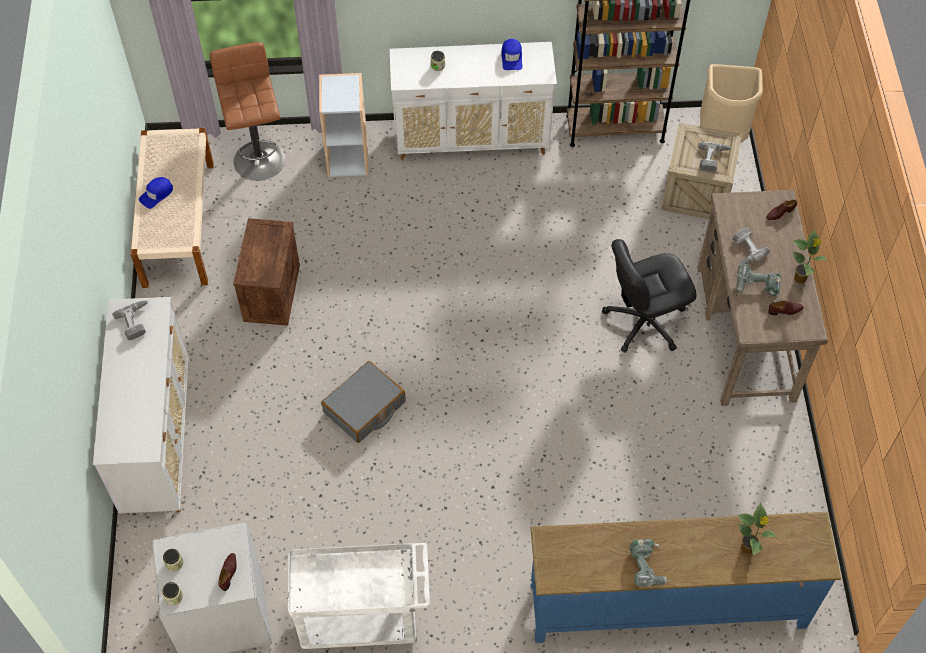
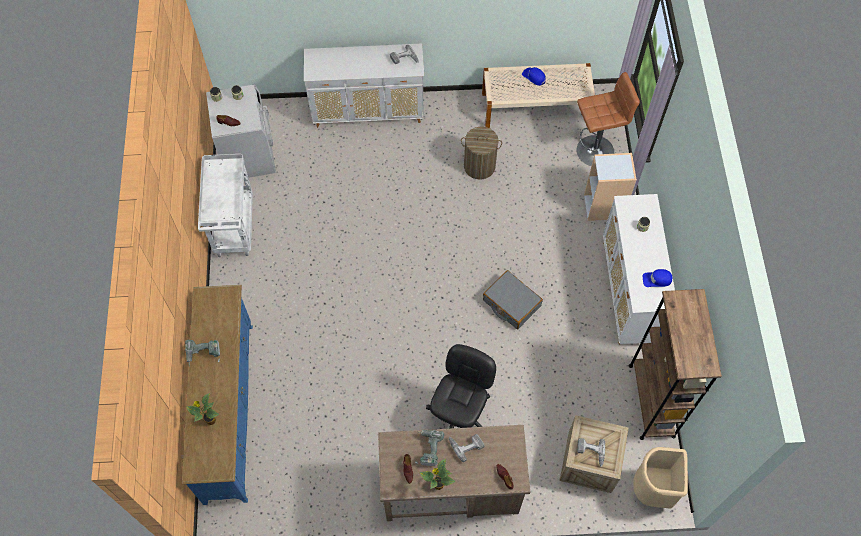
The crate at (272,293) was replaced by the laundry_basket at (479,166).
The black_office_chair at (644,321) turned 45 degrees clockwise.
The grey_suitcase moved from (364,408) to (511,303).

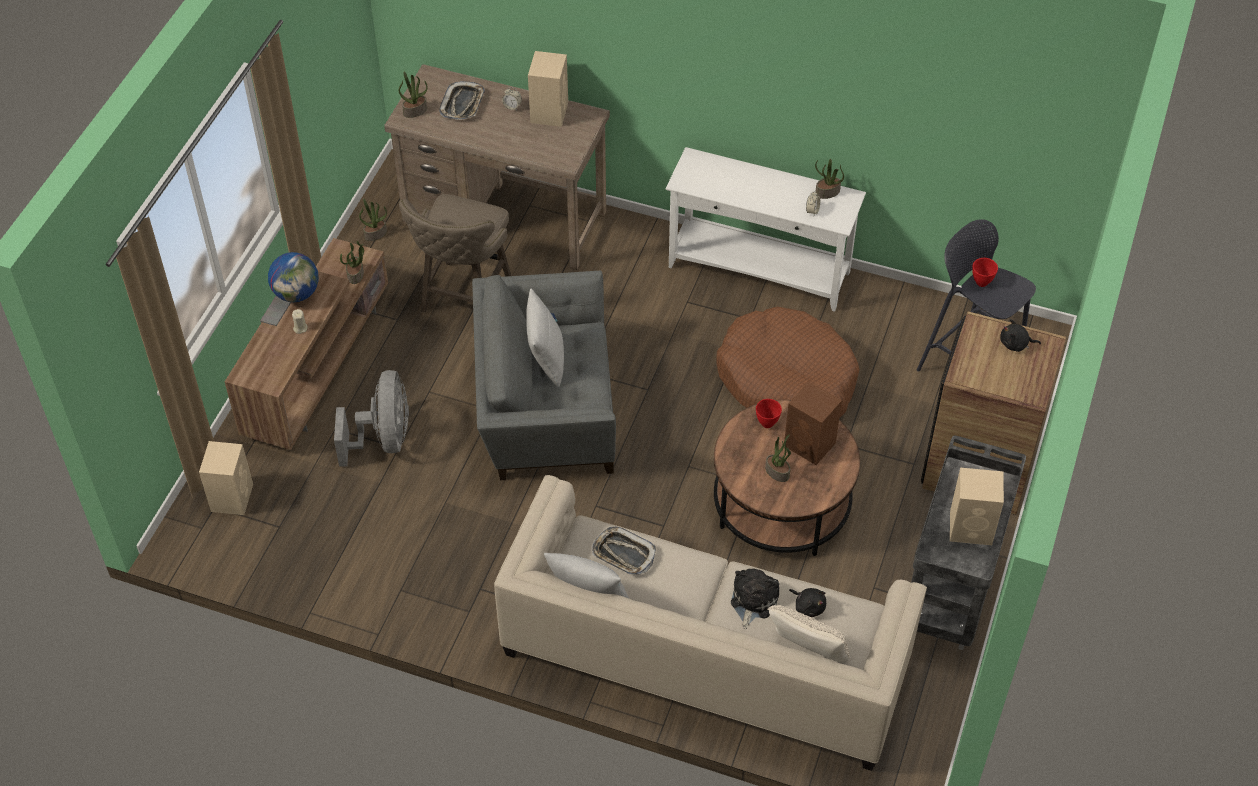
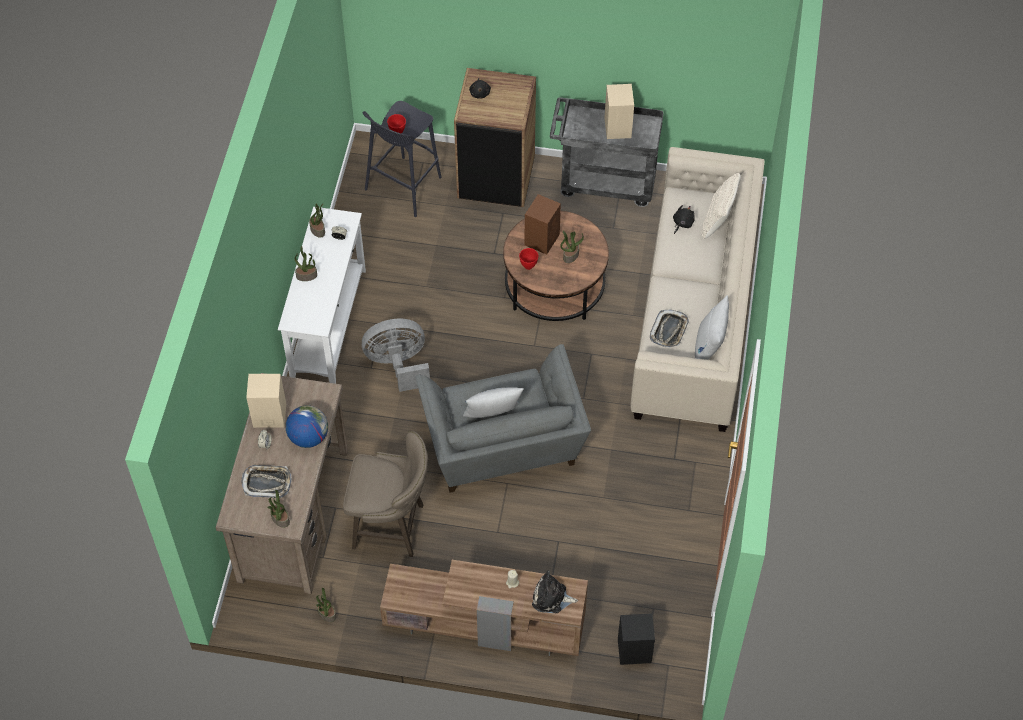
The potted_plant moved from (356,274) to (307,275).
The globe moved from (297,293) to (308,437).
The brown_dog_bed at (786,380) disappeared.
The grey_fan moved from (384,439) to (398,365).
The beige_speaker at (232,497) became the black_speaker at (633,651).
The plush_toy moved from (752,601) to (551,598).

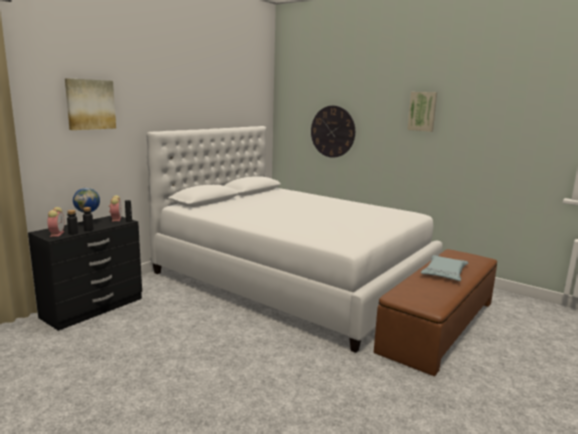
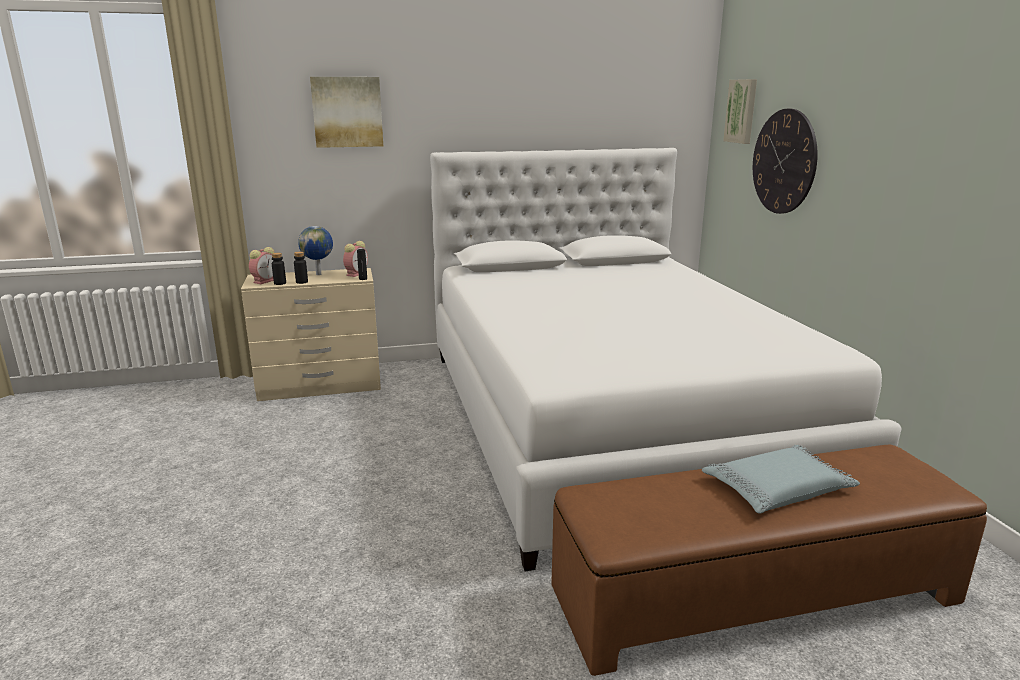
The picture moved from (422,111) to (742,111).
The black_dresser at (94,308) became the beige_dresser at (321,386).

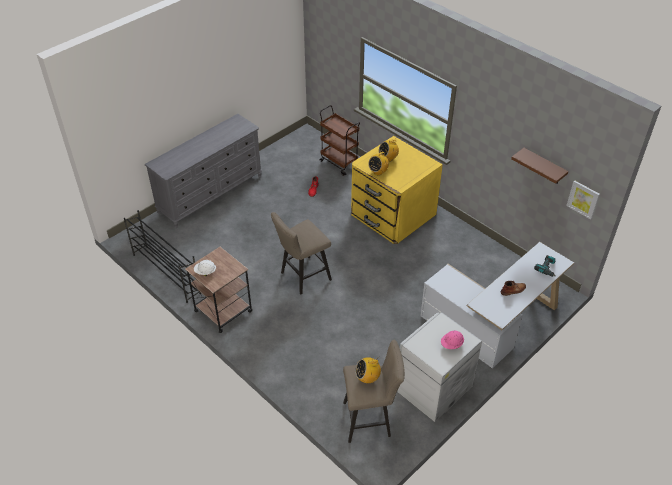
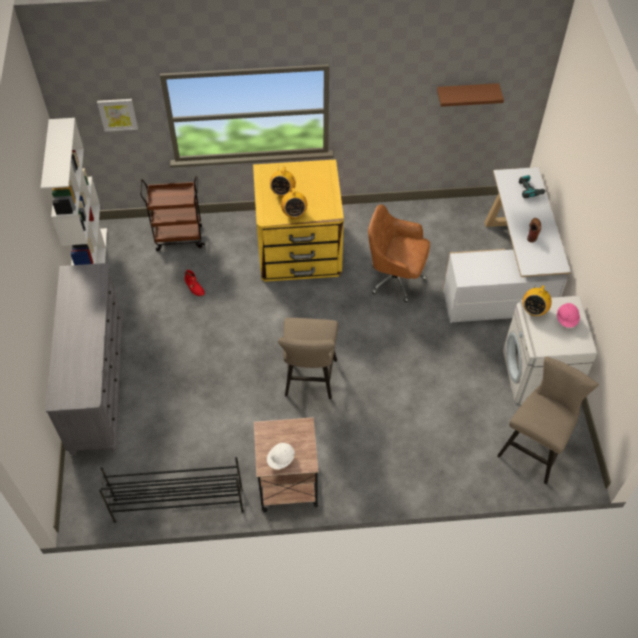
The picture moved from (583,199) to (118,114).
The radio moved from (367,378) to (534,310).
The white_bookcase at (93,261) appeared.
The brown_office_chair at (396,278) appeared.

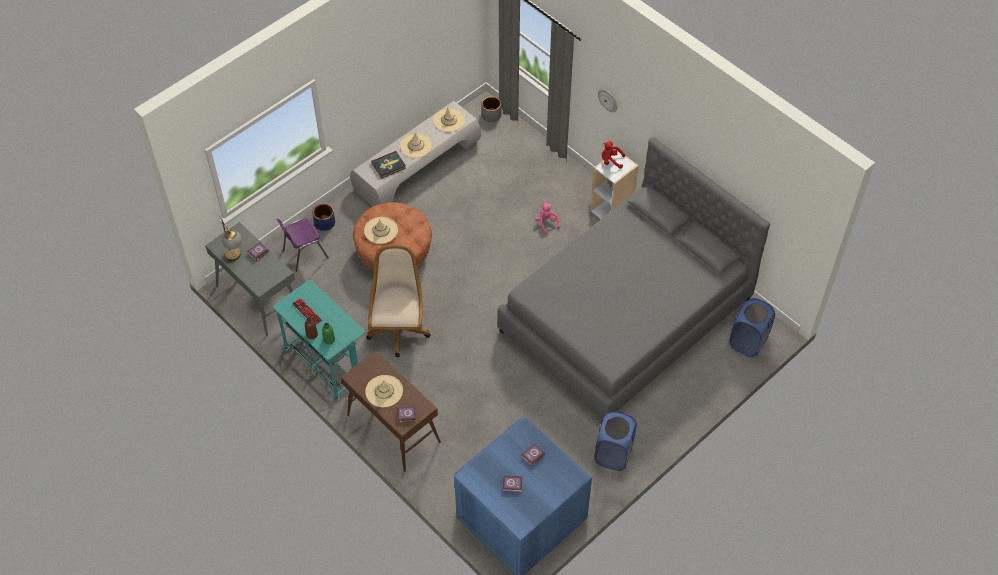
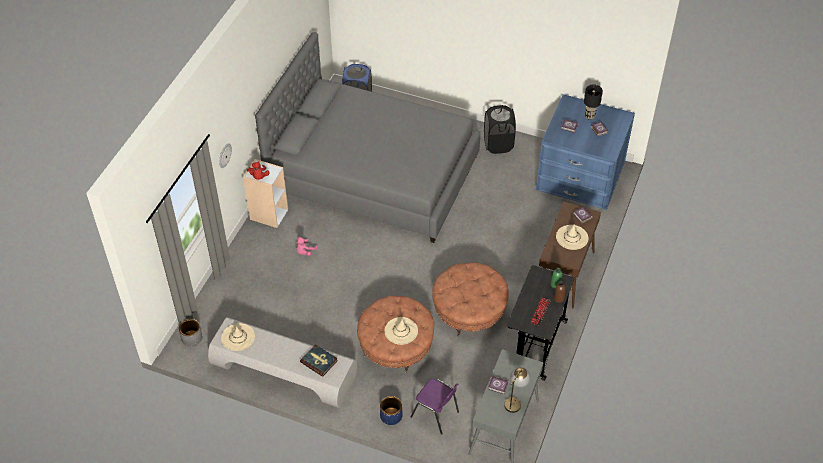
The beige_hat at (416,146) disappeared.
The office_chair at (398,325) was replaced by the brown_ottoman at (469,310).
The turquoise_desk at (326,362) became the black_desk at (535,345).
The blue_laundry_basket at (613,454) became the black_laundry_basket at (498,144).
The black_table_lamp at (589,116) appeared.

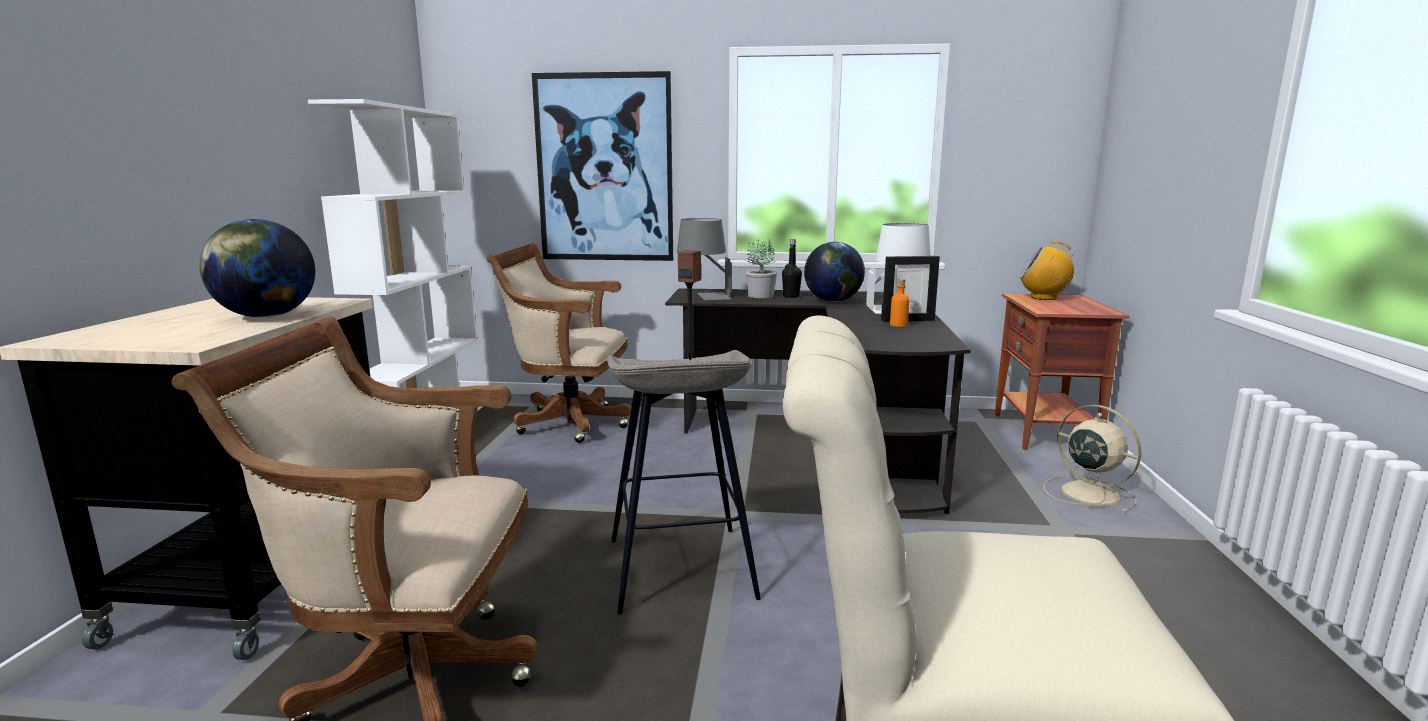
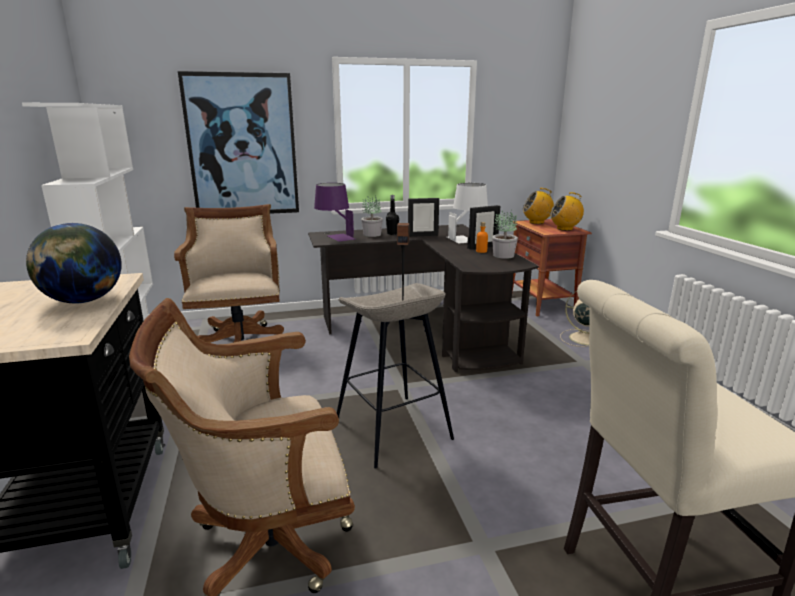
The grey_table_lamp at (704,296) became the purple_table_lamp at (335,238).
The globe at (833,301) was replaced by the picture_frame at (422,235).
The office_chair at (567,424) turned 90 degrees clockwise.
The radio at (565,229) appeared.
The potted_plant at (503,255) appeared.

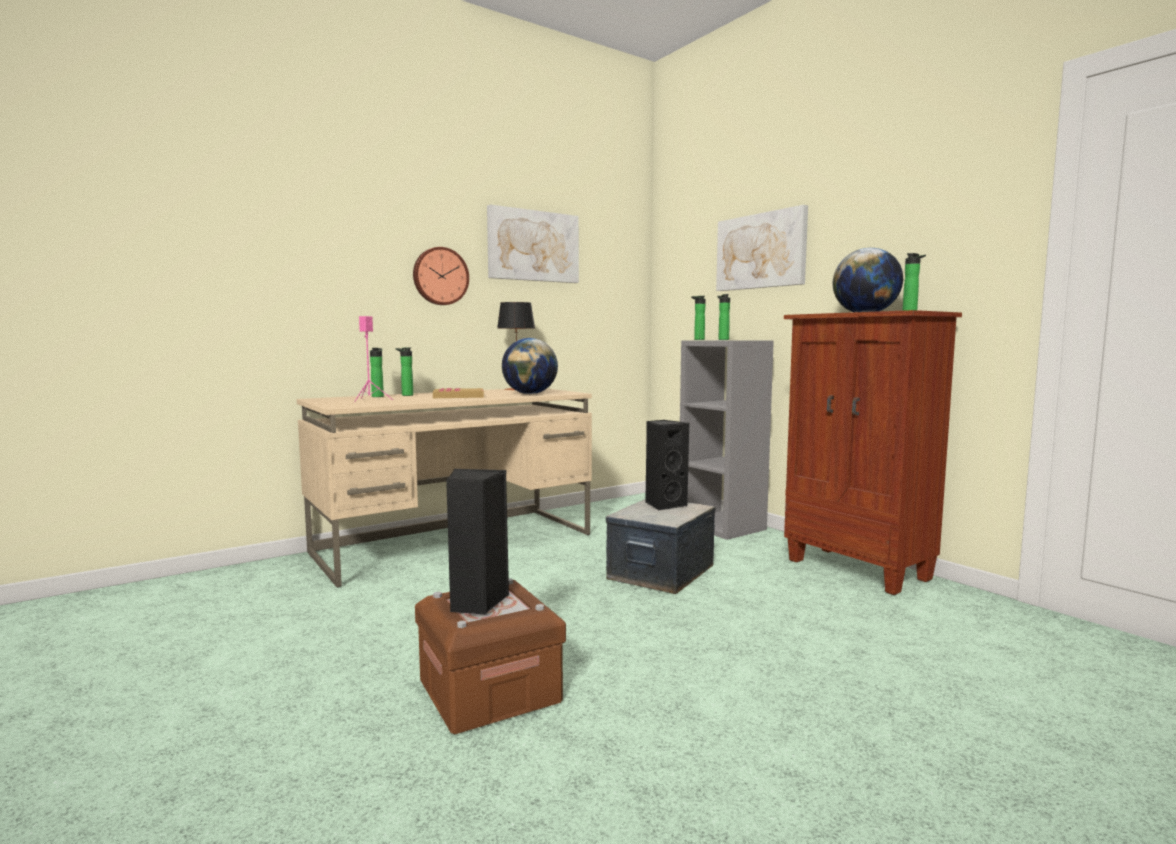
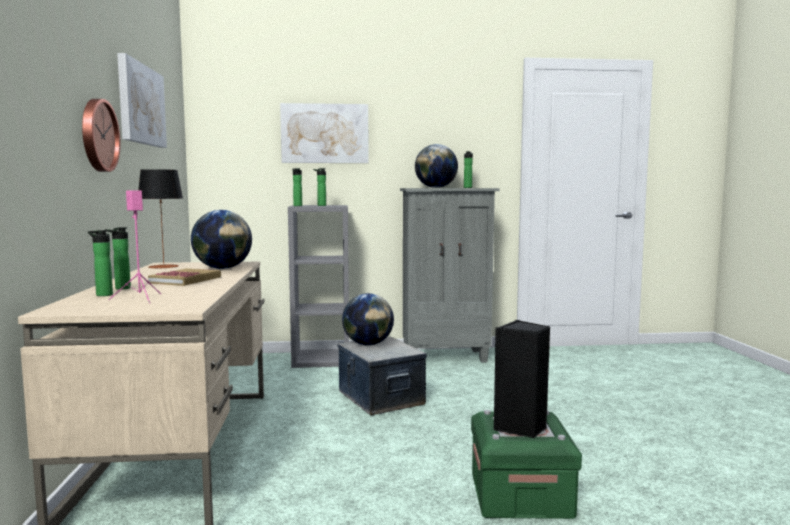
The brown_cabinet at (856,570) became the grey_cabinet at (445,357).
The black_speaker at (664,505) was replaced by the globe at (368,344).
The brown_storage_box at (489,691) became the green_storage_box at (520,495).

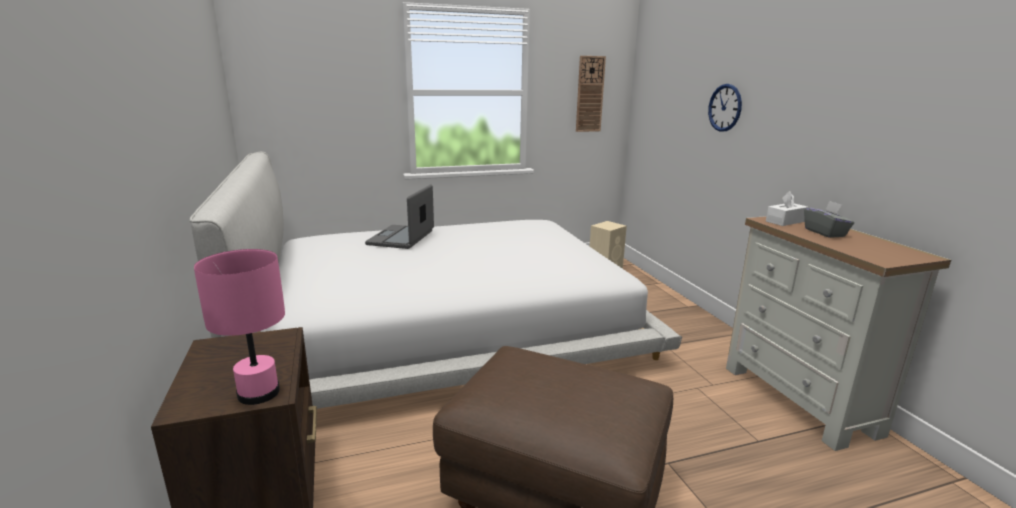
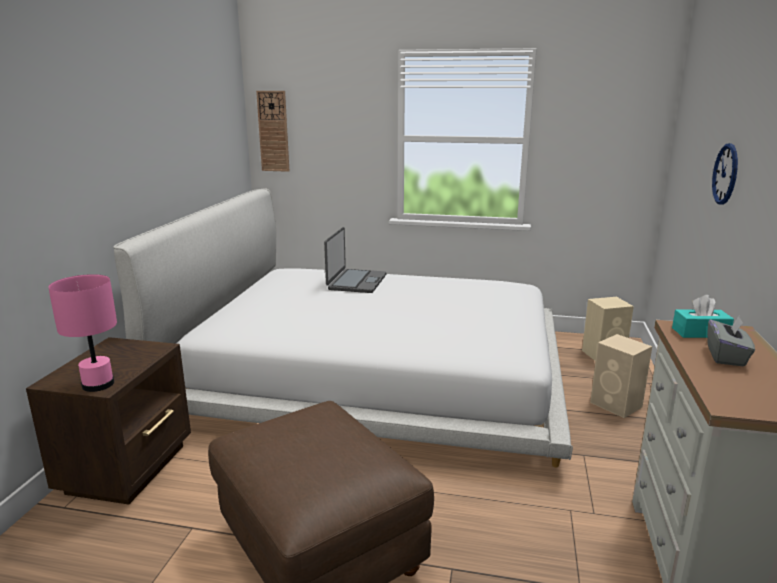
The wall_clock moved from (590,94) to (273,131).
The laptop at (402,238) turned 150 degrees clockwise.
The white_tissue_box at (785,221) became the turquoise_tissue_box at (700,333).
The beige_speaker at (617,405) appeared.

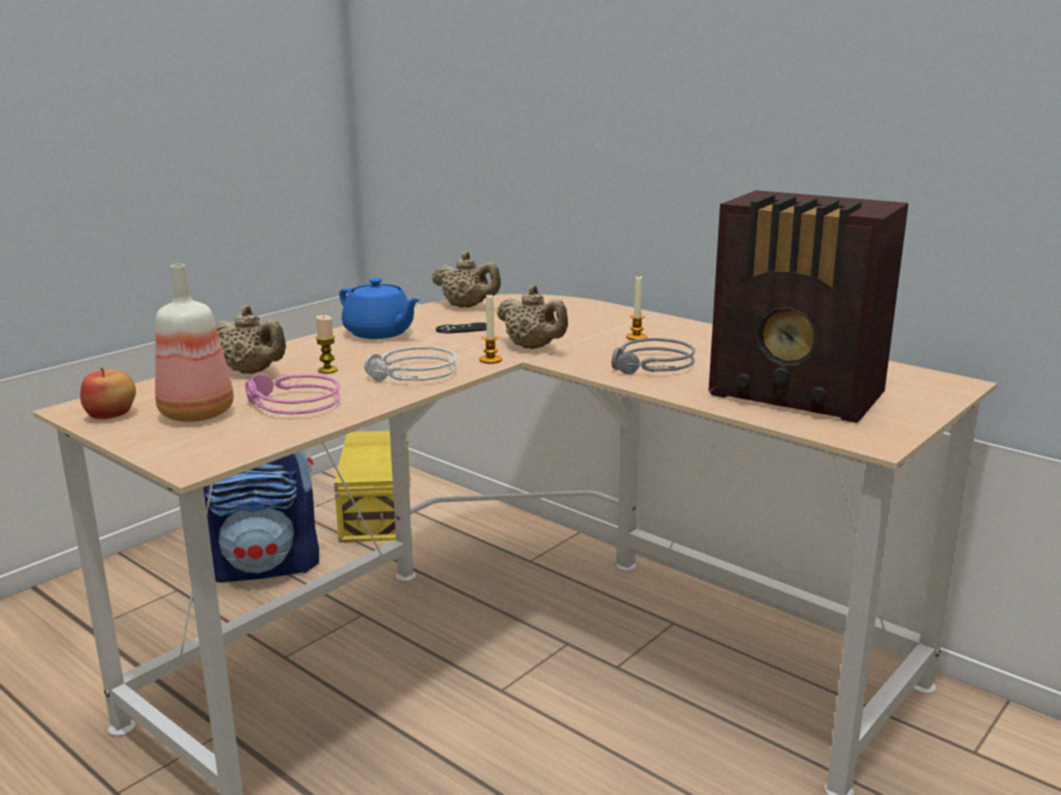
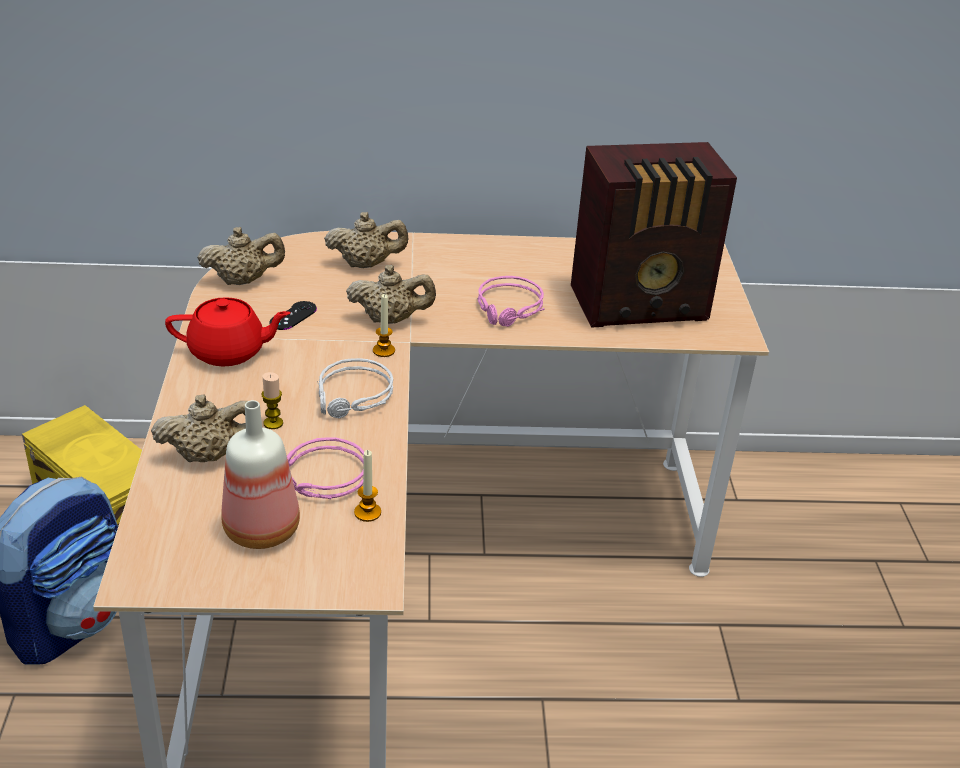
The candle moved from (636,337) to (367,512).
The blue_teapot at (379,333) became the red_teapot at (228,352).
The grey_headphones at (652,366) became the pink_headphones at (510,309).
The apple at (112,415) disappeared.
The beige_teapot at (366,264) appeared.

